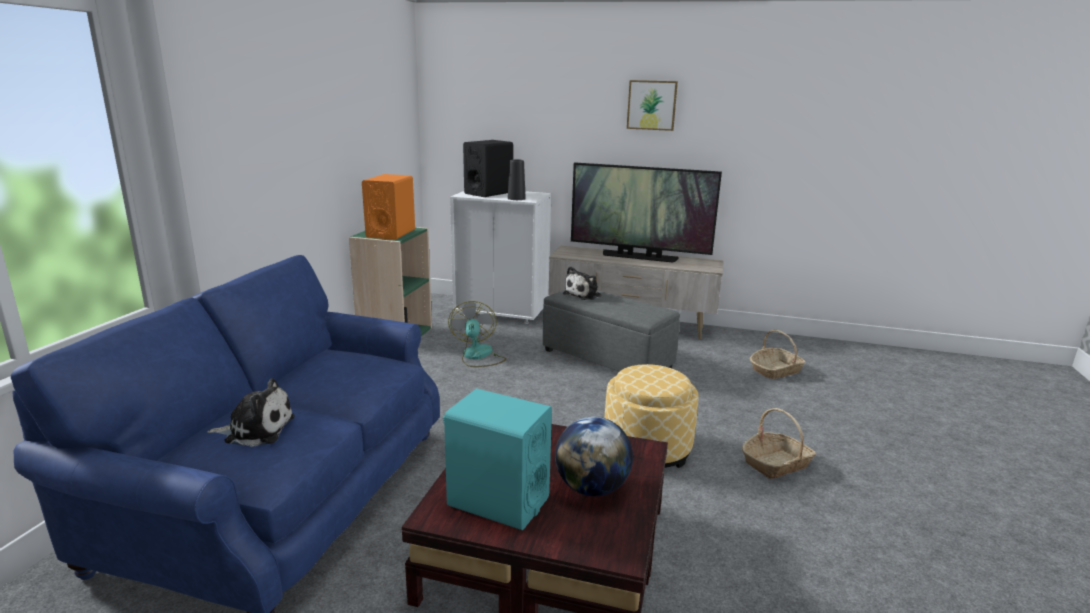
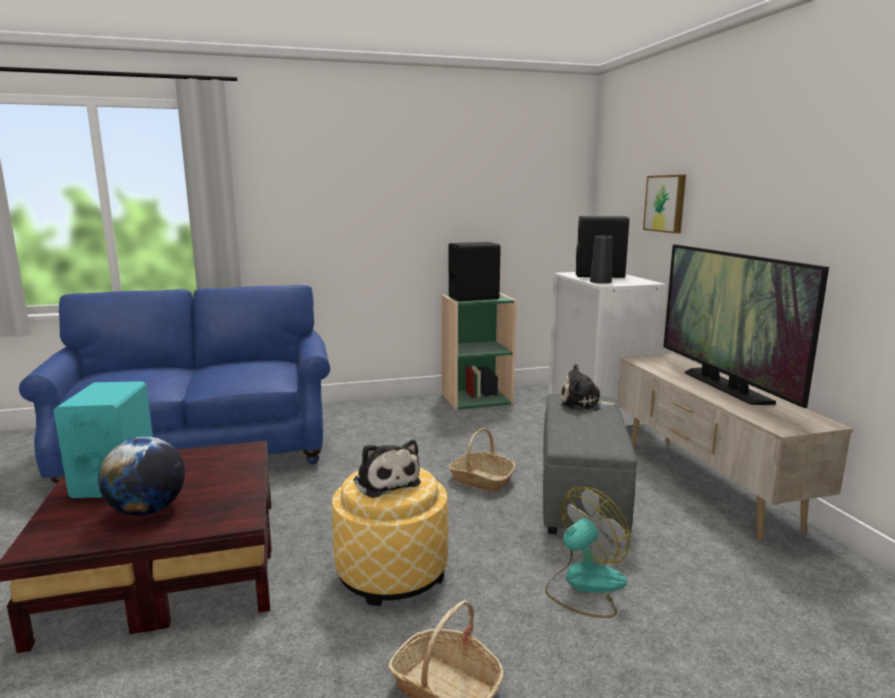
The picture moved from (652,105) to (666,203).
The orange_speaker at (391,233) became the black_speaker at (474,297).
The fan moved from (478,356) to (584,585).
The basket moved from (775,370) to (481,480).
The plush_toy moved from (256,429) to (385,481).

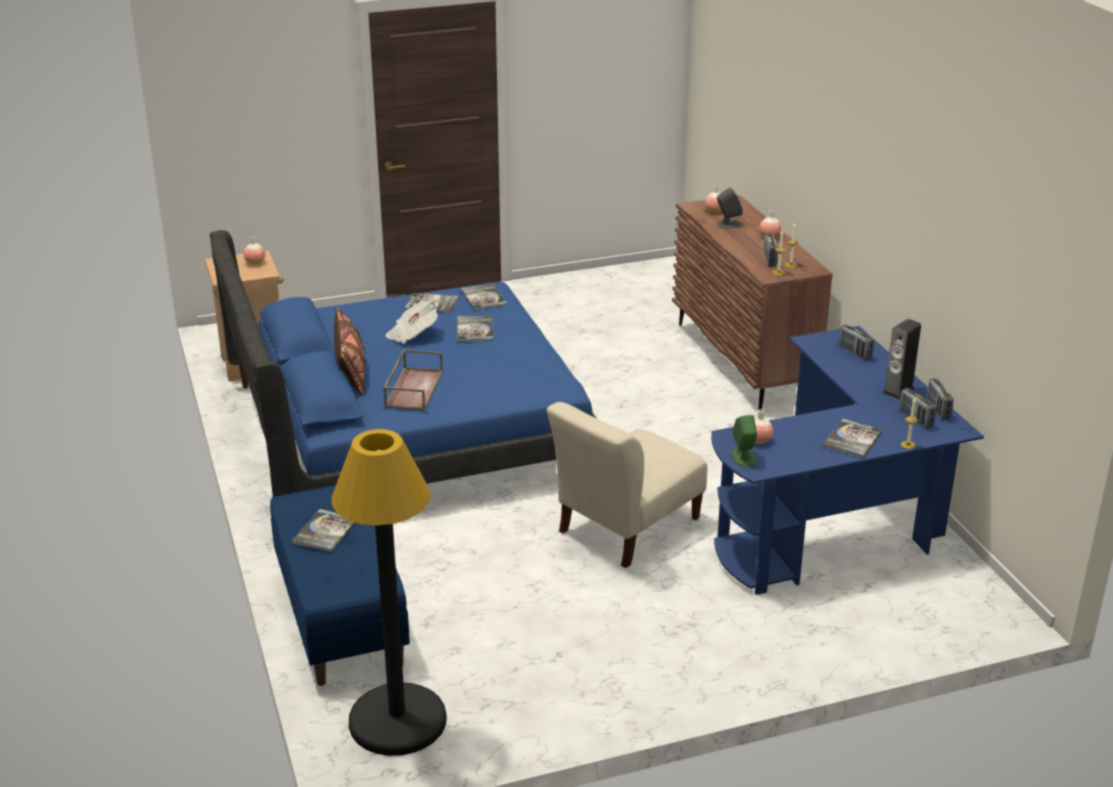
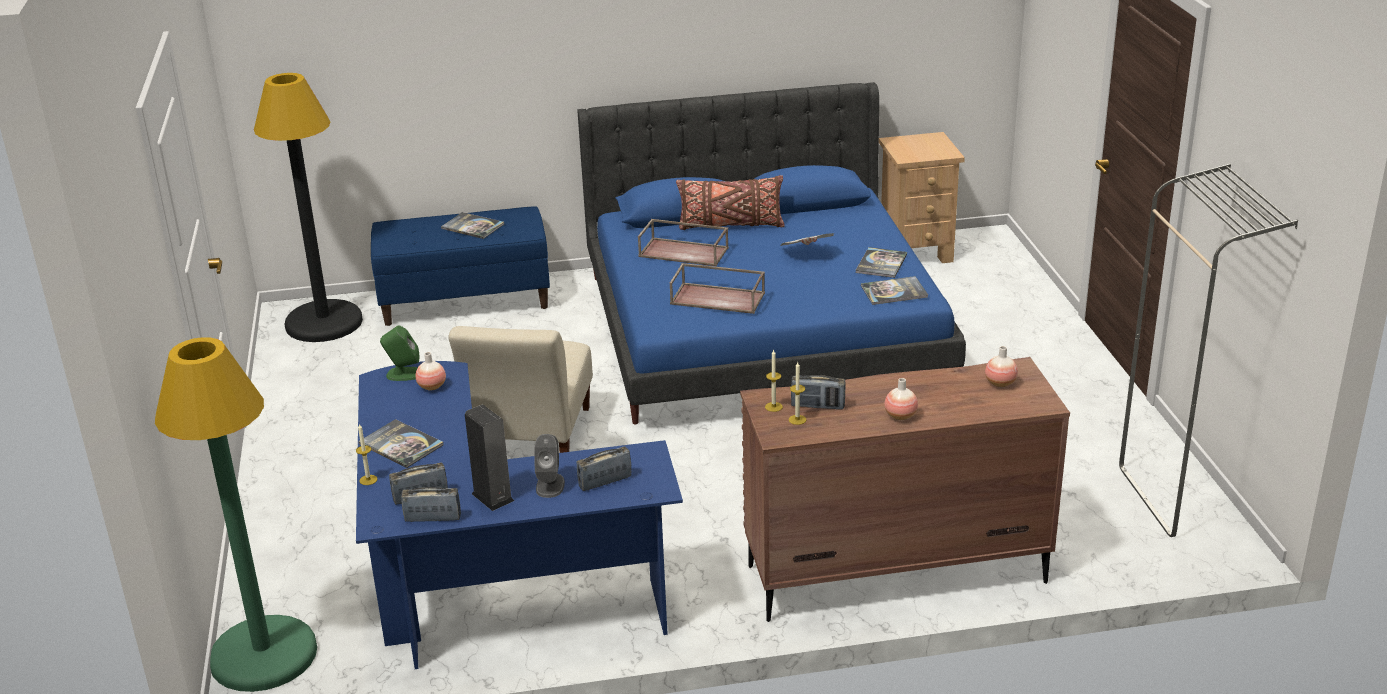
The grey_speaker moved from (728,224) to (550,485).
The vase at (255,262) disappeared.
The book at (475,329) disappeared.
The beige_chair at (625,528) turned 135 degrees counterclockwise.
The grey_clothes_rack at (1178,498) appeared.
The brown_tray at (719,298) appeared.
The green_floor_lamp at (264,655) appeared.

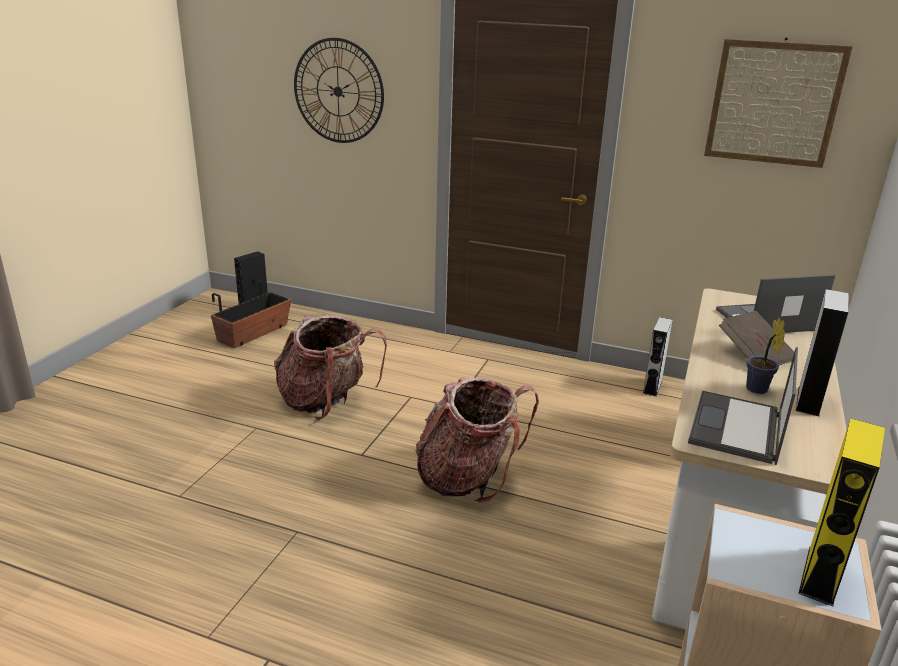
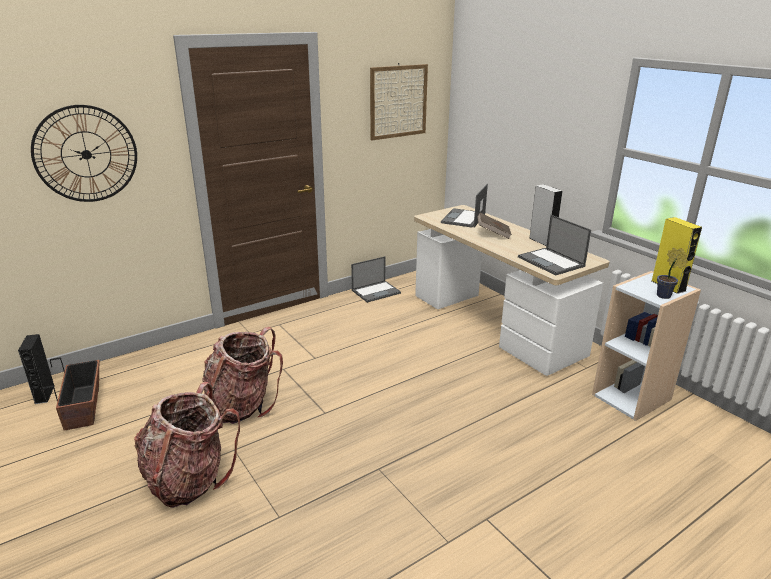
The grey_speaker at (652,387) was replaced by the laptop at (376,291).
The potted_plant moved from (757,390) to (665,296).
The backpack moved from (469,478) to (189,479).

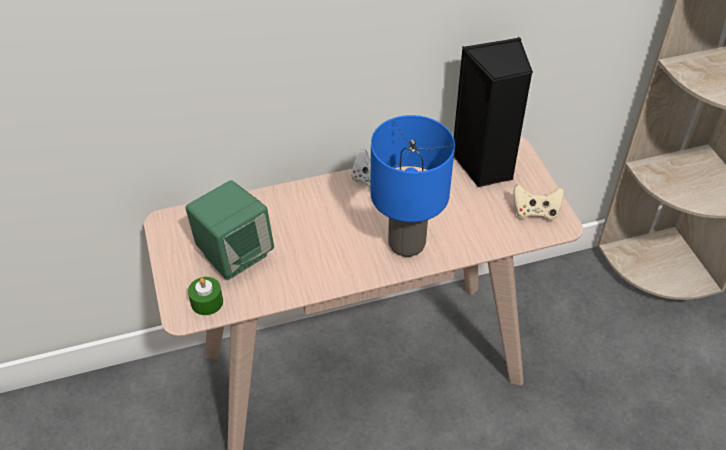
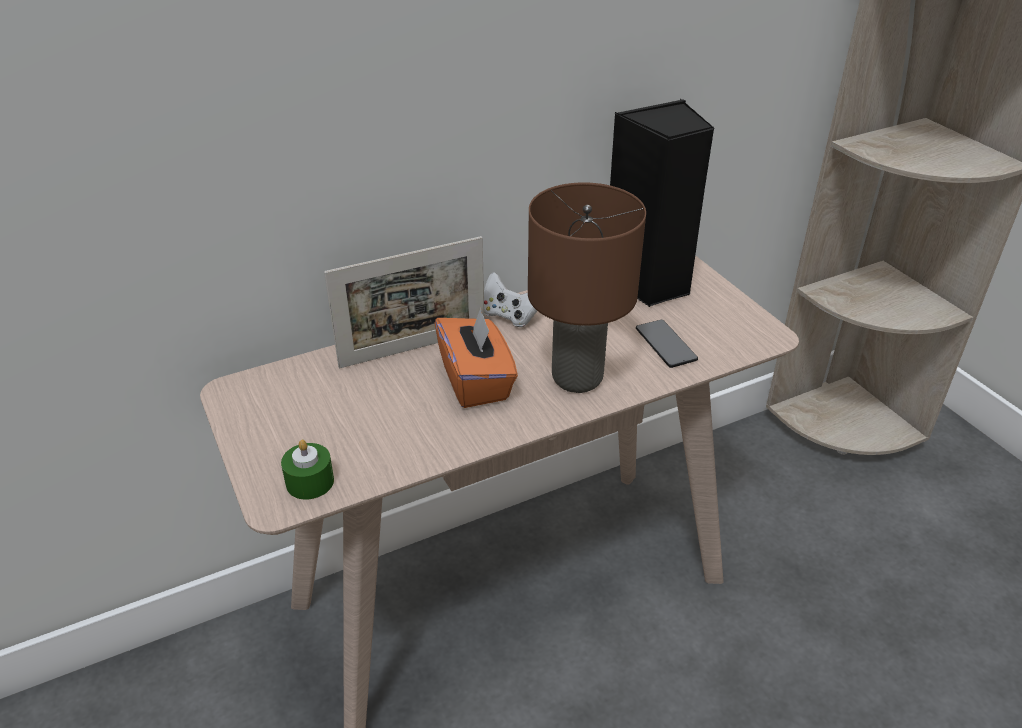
The blue_table_lamp at (404,245) became the brown_table_lamp at (574,380).
The green_speaker at (235,255) disappeared.
The beige_game_controller at (535,212) disappeared.
The picture_frame at (413,348) appeared.
The orange_tissue_box at (476,381) appeared.
The phone at (665,344) appeared.

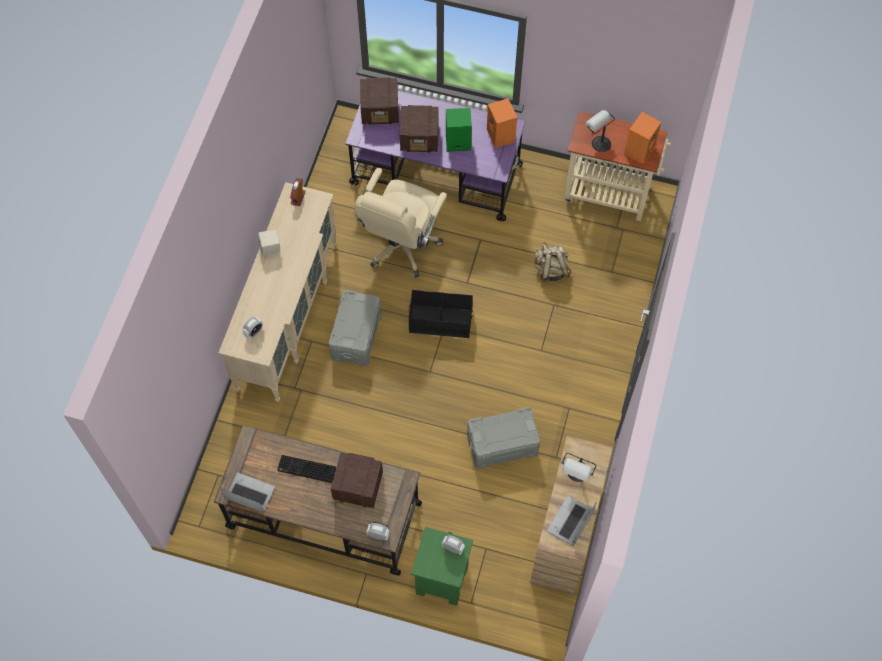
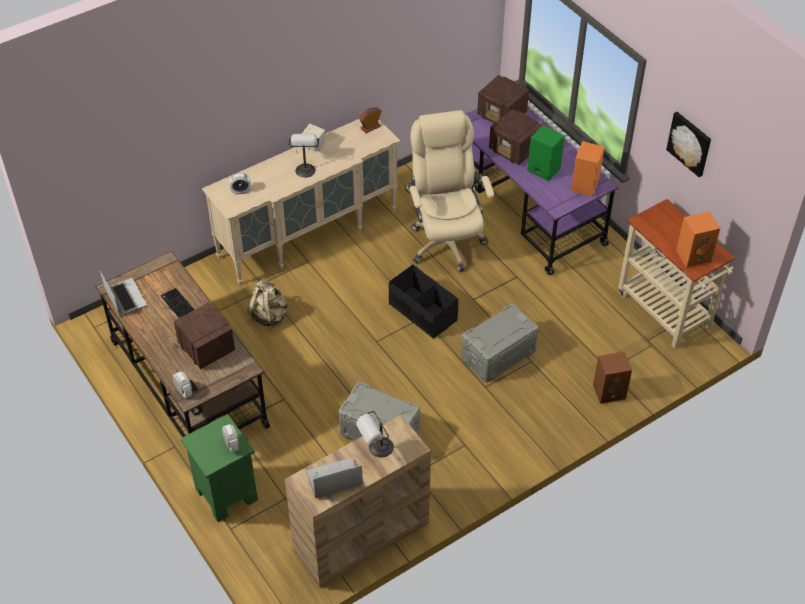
The table_lamp moved from (598,141) to (305,167).
The beige_office_chair at (402,247) turned 105 degrees clockwise.
The beige_backpack moved from (550,270) to (269,316).
The grey_storage_box moved from (357,336) to (498,355).
The picture at (690,143) appeared.
The brown_speaker at (609,391) appeared.

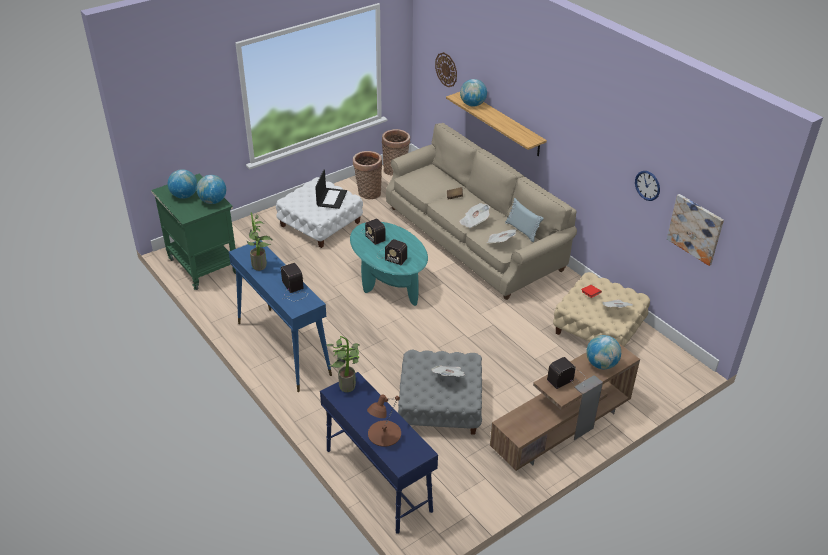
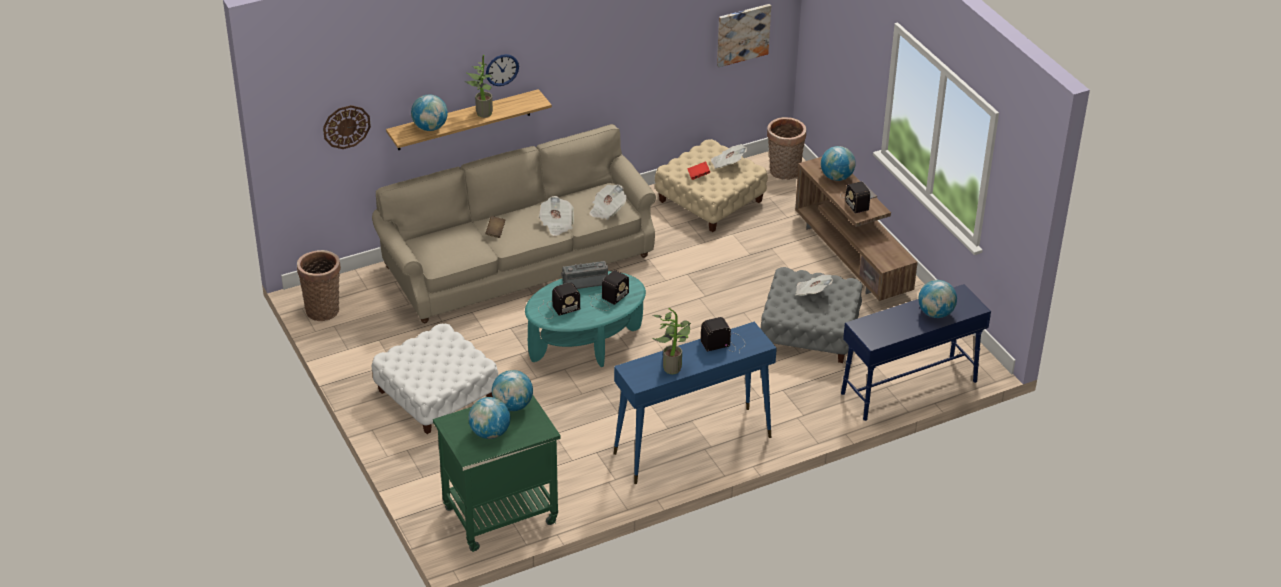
The basket moved from (368,193) to (783,172).
The laptop at (331,198) disappeared.
The wall_clock moved from (647,185) to (502,70).
The blue_pillow at (522,231) disappeared.
The potted_plant moved from (347,384) to (481,113).
The brown_table_lamp at (383,433) was replaced by the globe at (935,313).
The radio at (584,282) appeared.

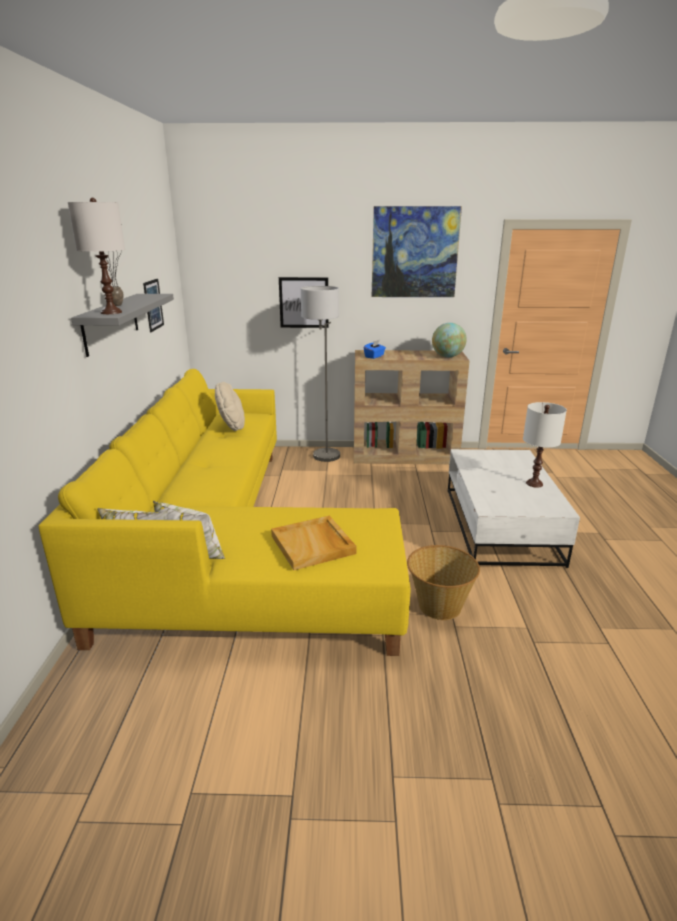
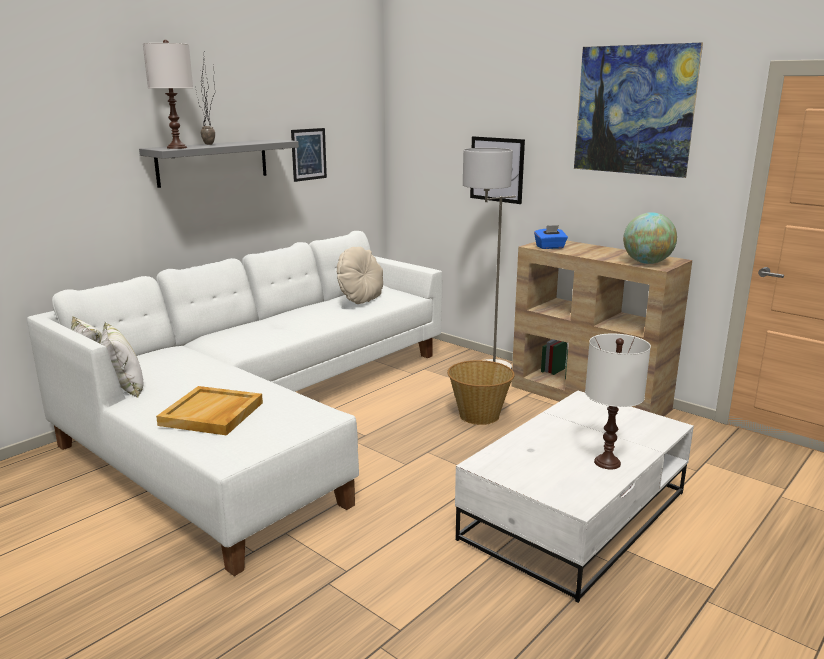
The yellow_sofa at (229,546) became the white_sofa at (265,418).
The basket moved from (439,605) to (479,415).

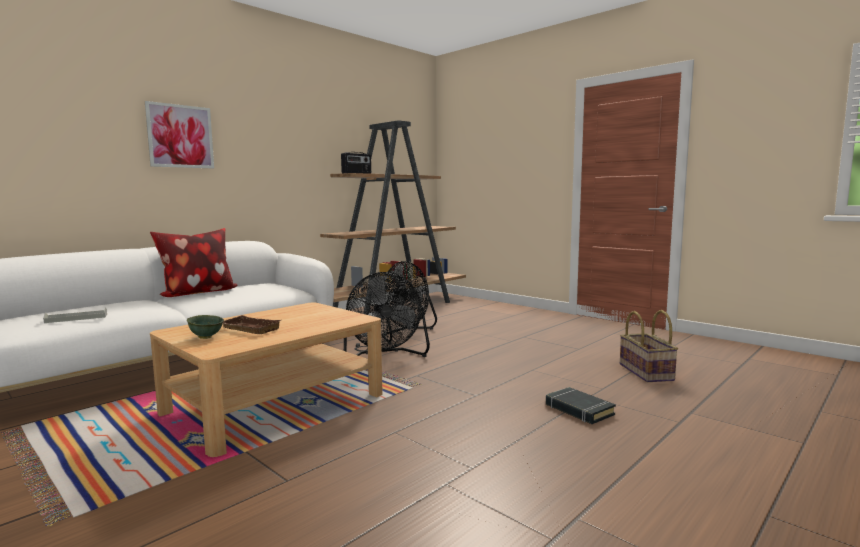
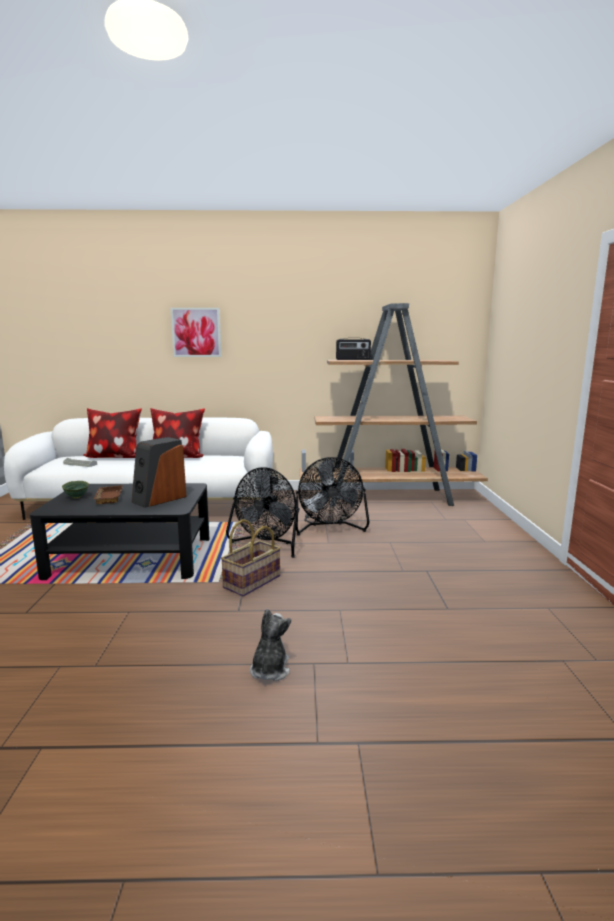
The beige_coffee_table at (275,404) became the black_coffee_table at (132,557).
The basket moved from (647,372) to (252,582).
The black_book at (578,410) was replaced by the plush_toy at (270,669).
The pillow at (114,457) appeared.
The speaker at (159,499) appeared.

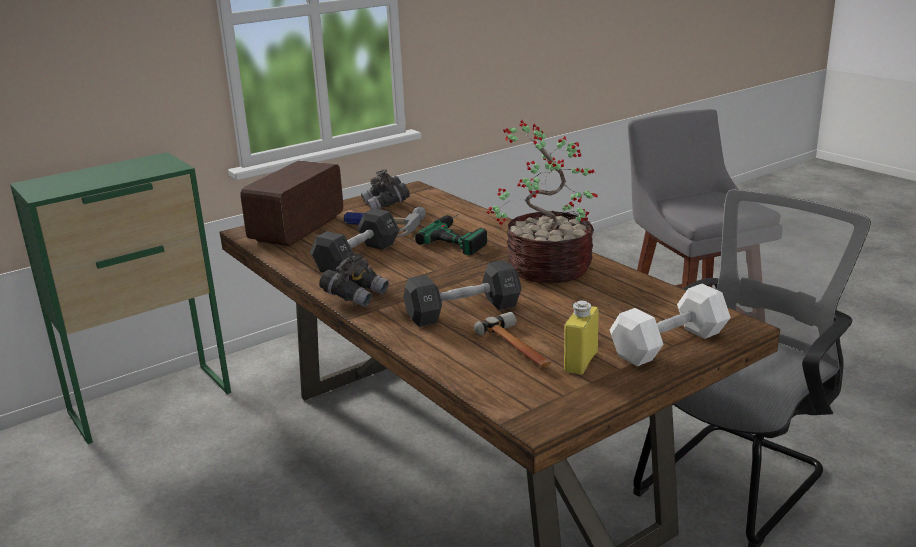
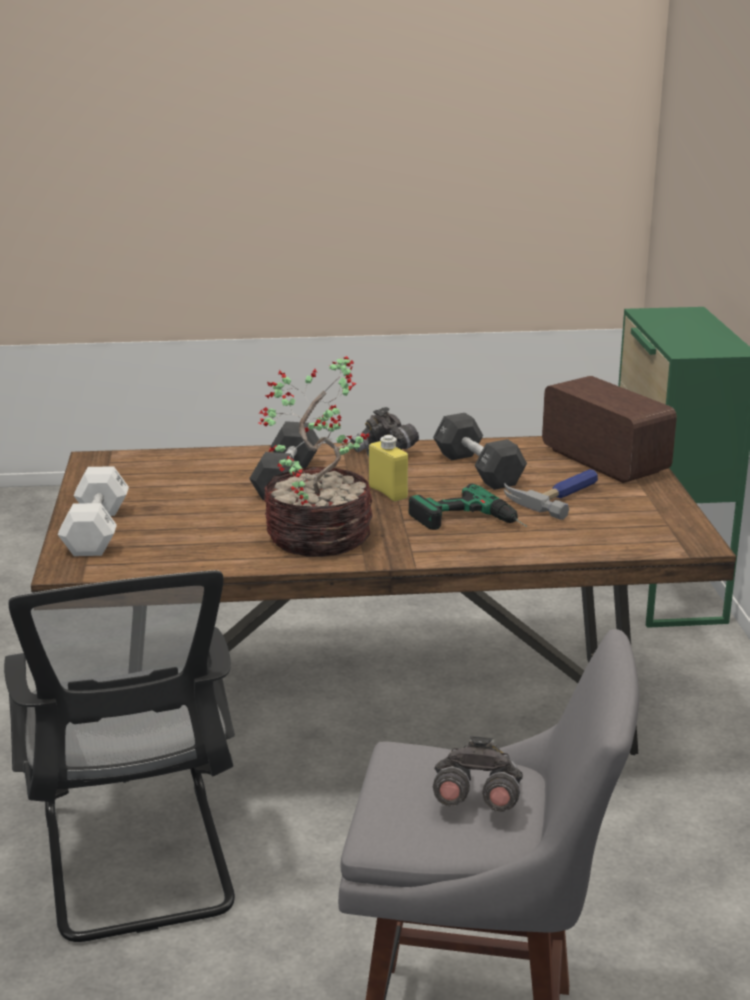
The grey_binoculars moved from (386,205) to (476,800).
The yellow_bottle moved from (581,362) to (388,492).
The hammer at (518,348) disappeared.

